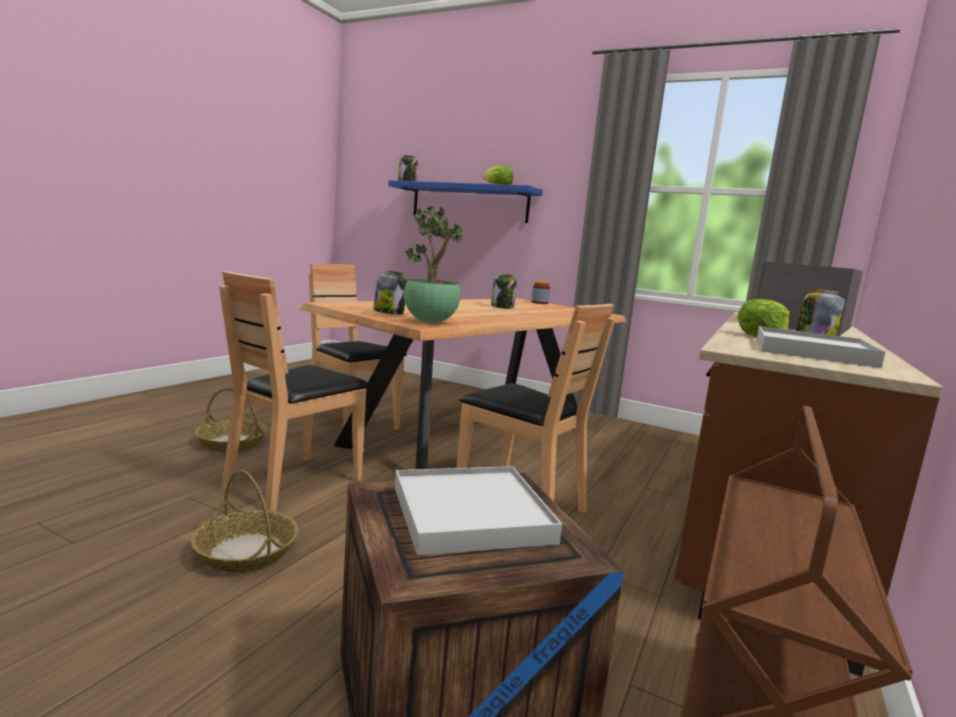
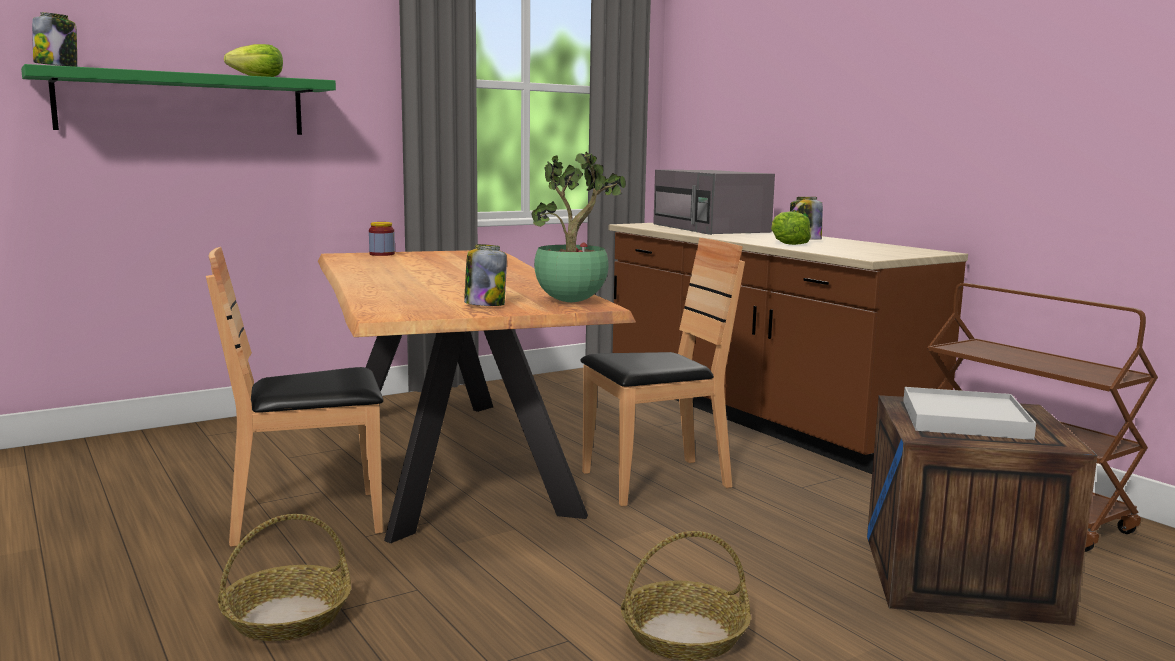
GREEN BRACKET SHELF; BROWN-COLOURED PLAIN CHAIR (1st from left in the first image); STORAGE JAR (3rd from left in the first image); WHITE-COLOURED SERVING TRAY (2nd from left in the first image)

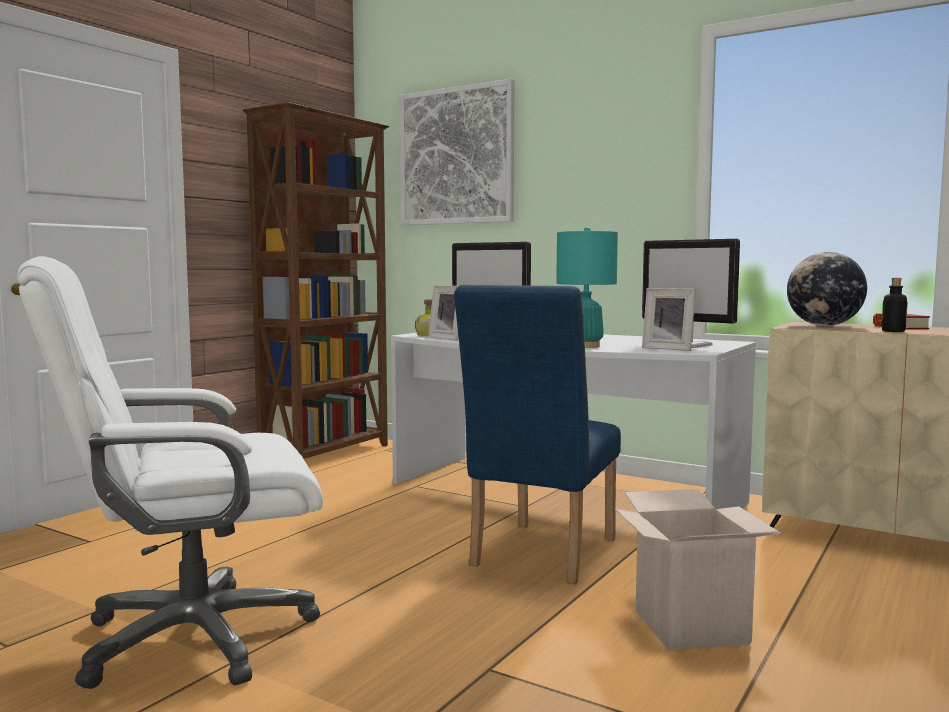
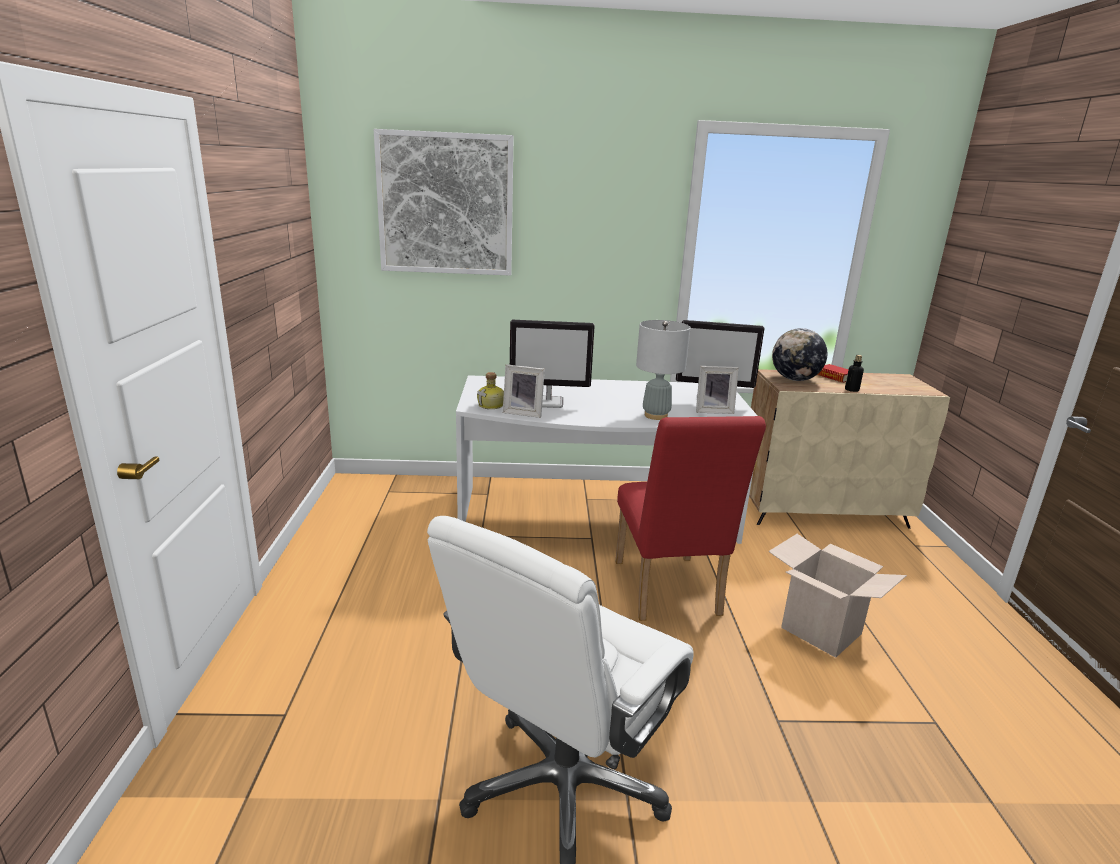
RED-COLOURED PLAIN CHAIR; GREY TABLETOP LAMP; BROWN-COLOURED SHELVING UNIT

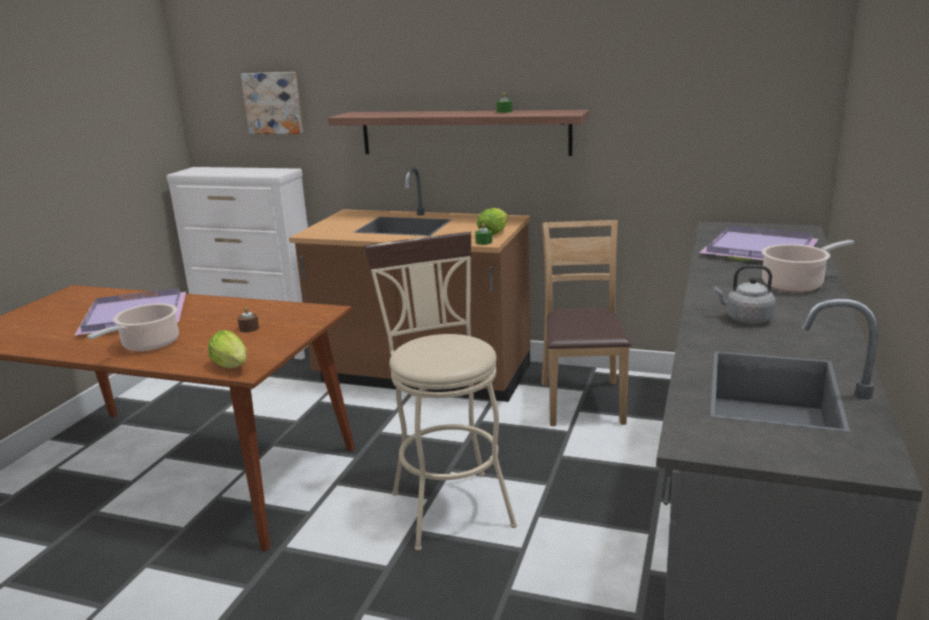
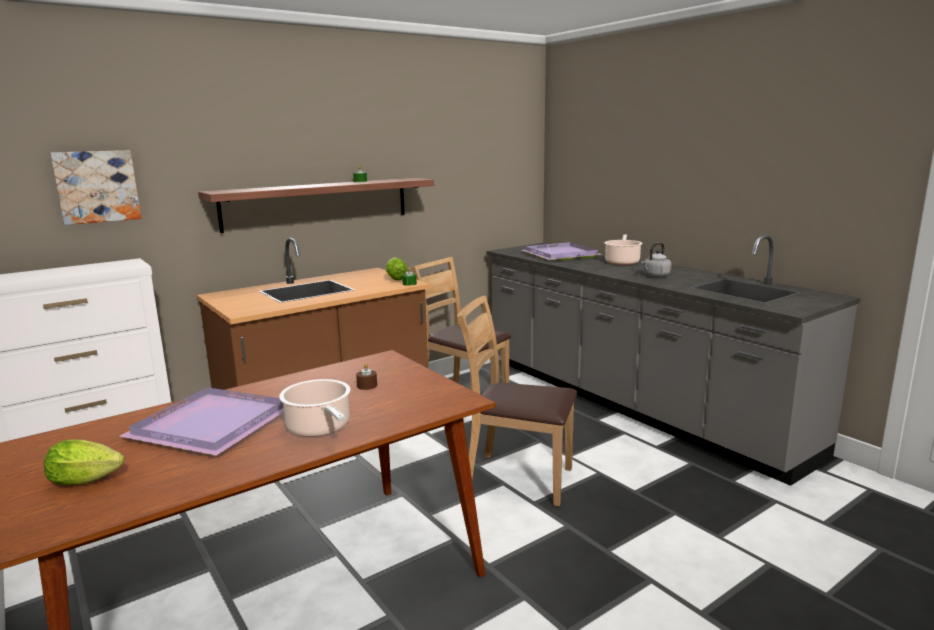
HEAD OF LETTUCE (1st from left); BROWN-COLOURED PLAIN CHAIR (2nd from left)

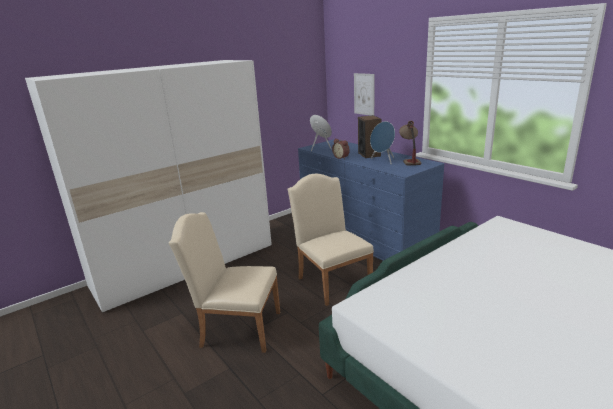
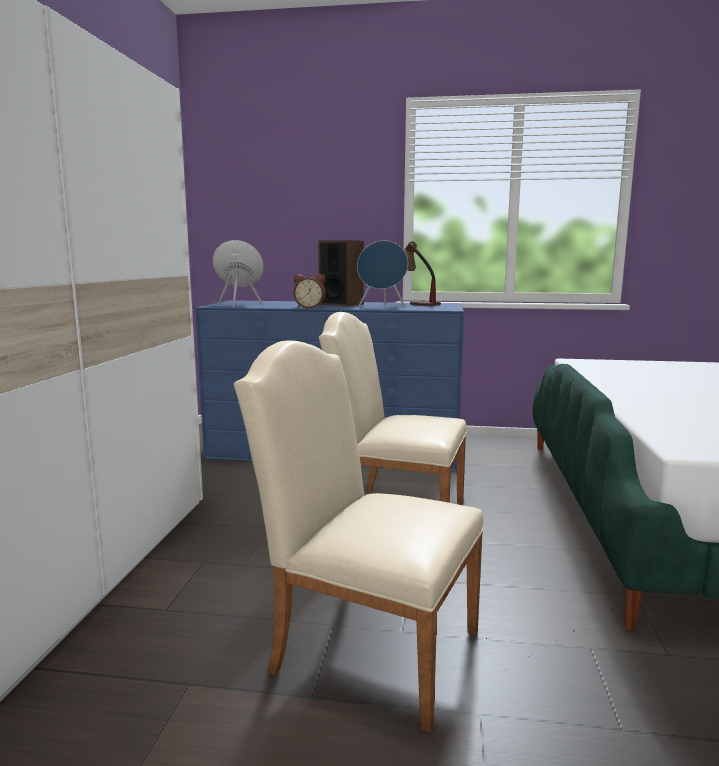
BEIGE PLAIN CHAIR (1st from left); PICTURE

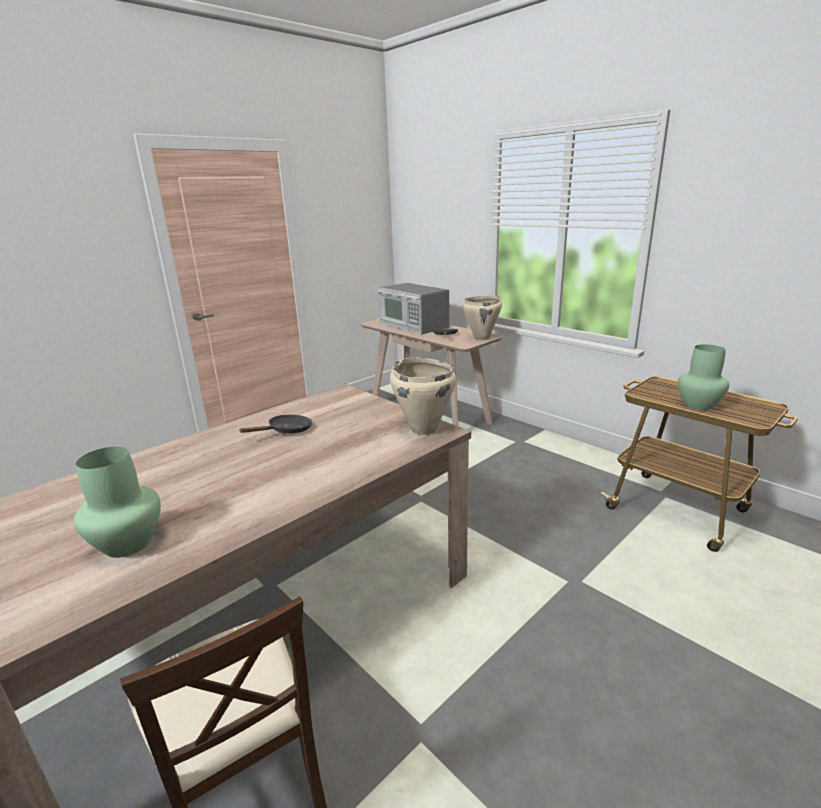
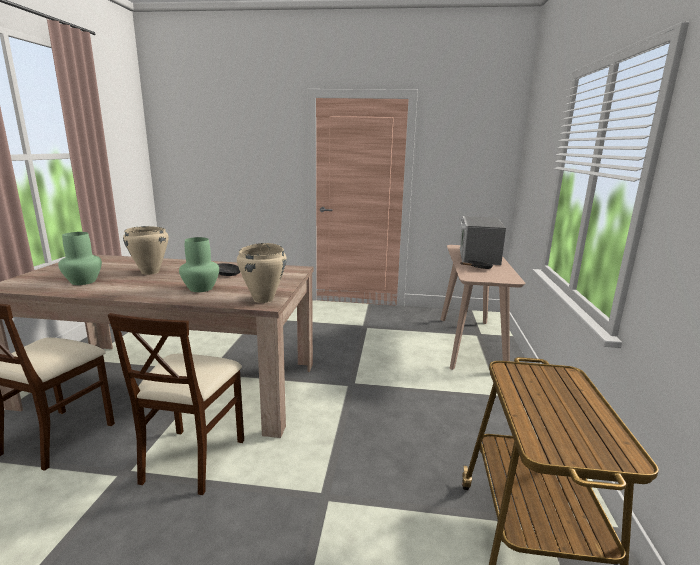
BEIGE PLAIN CHAIR (2nd from left); BEIGE COOKING POT (1st from left); GREEN FLOWER VASE (2nd from left)

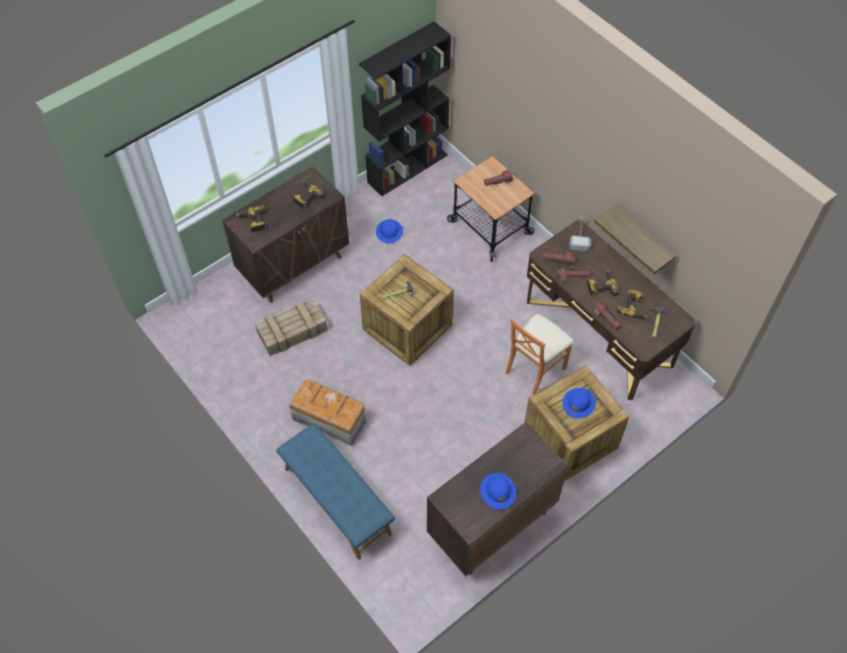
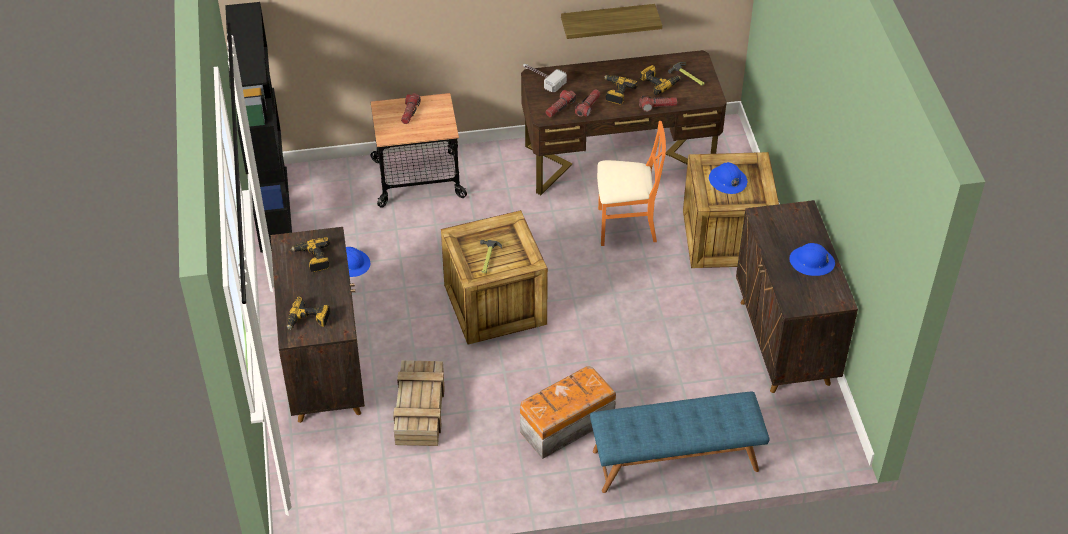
ORANGEY PLAIN CHAIR

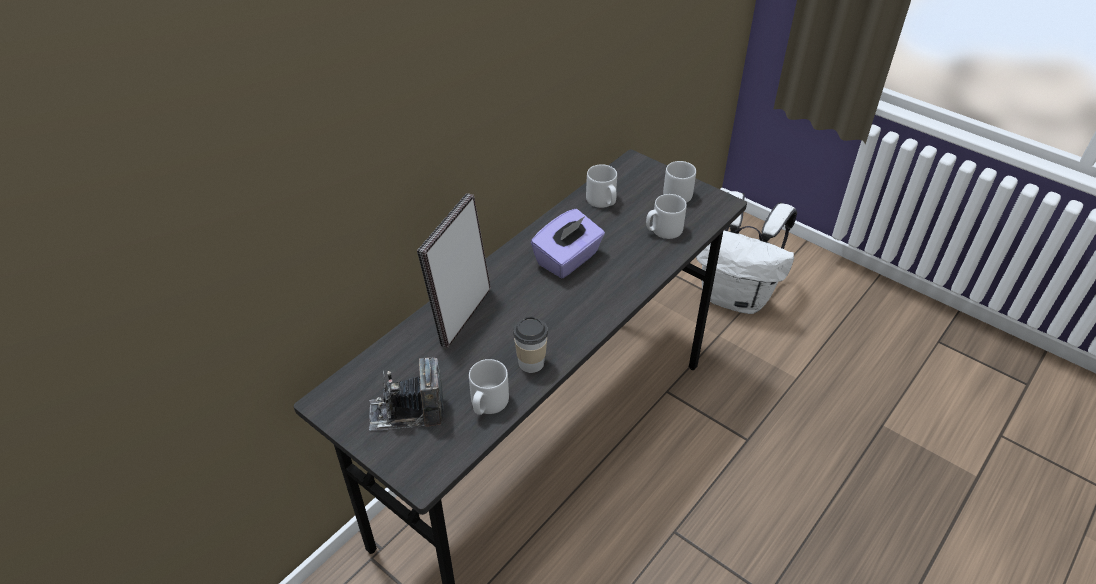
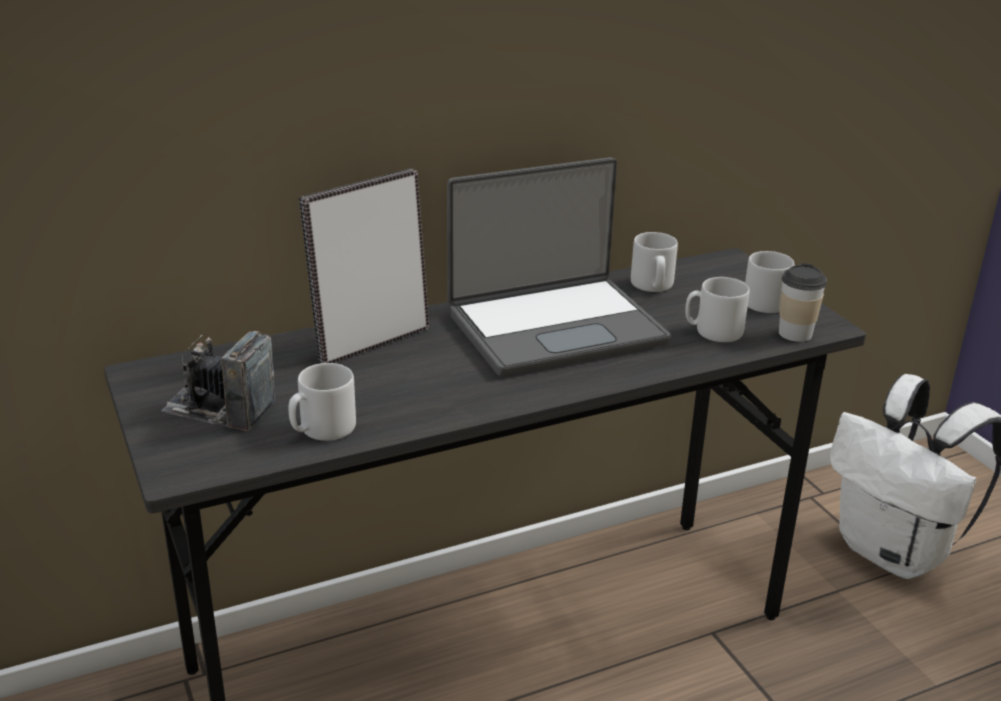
PORTABLE COMPUTER; CUP

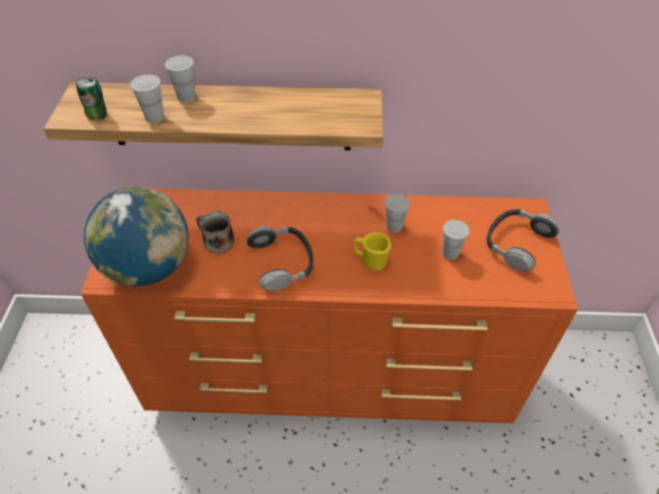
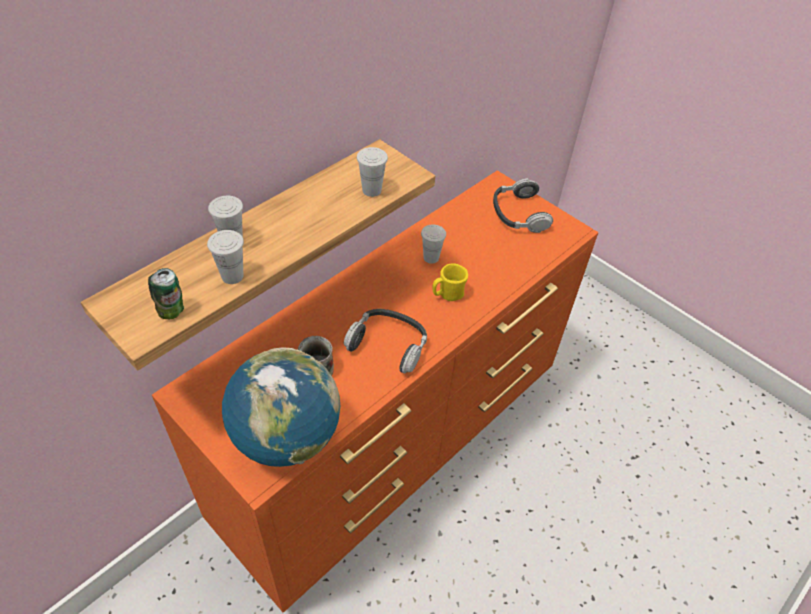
WHITE-COLOURED CUP (3rd from left)

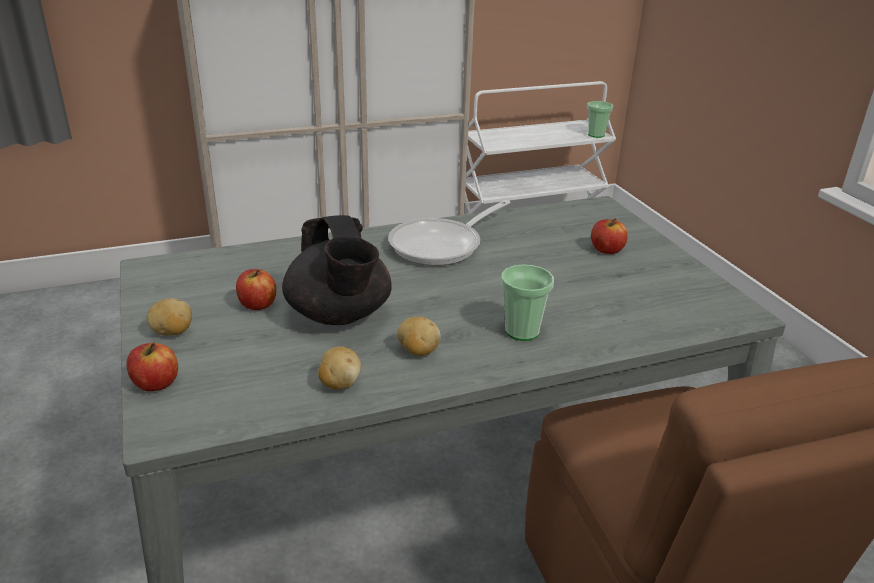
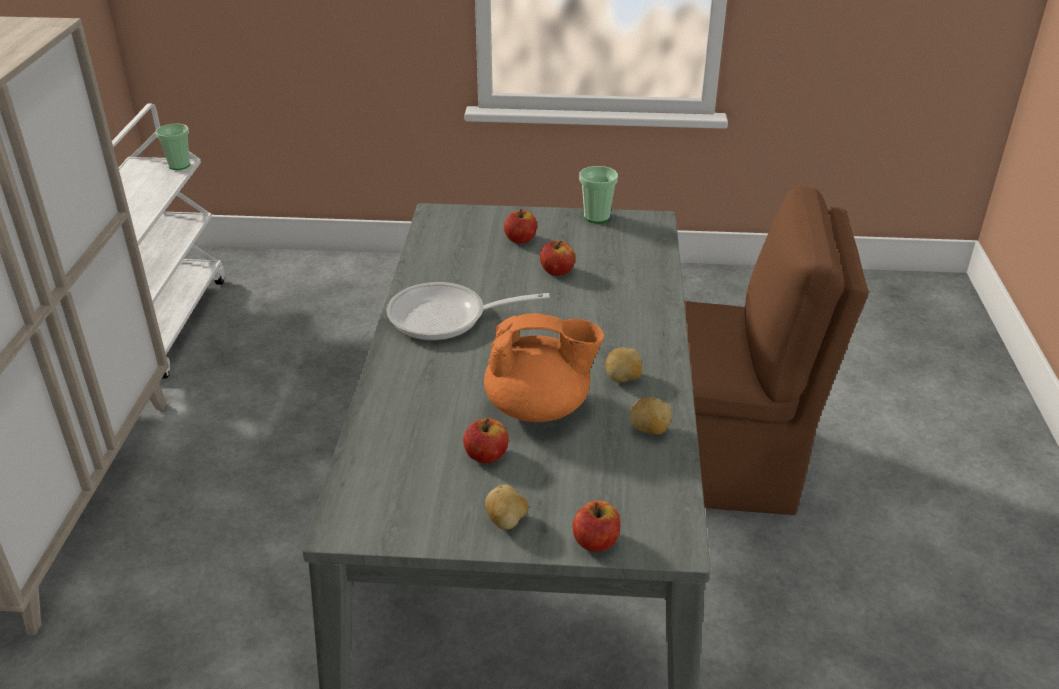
PAN; ORANGEY TEA POT; APPLE FRUIT (3rd from left); CUP (2nd from left)

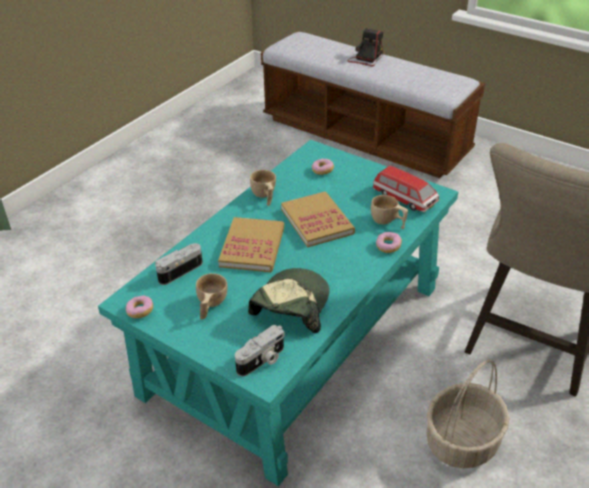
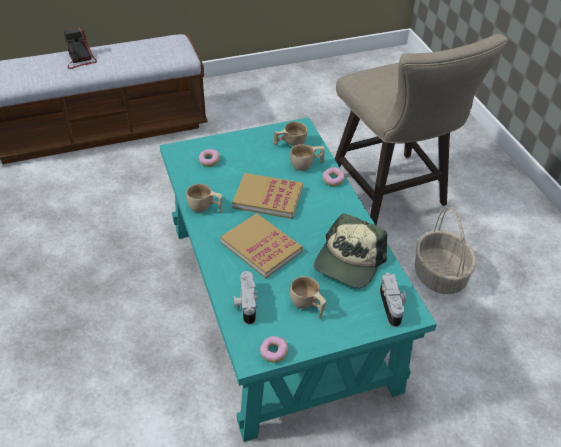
BEIGE CUP (2nd from left); BASEBALL CAP

